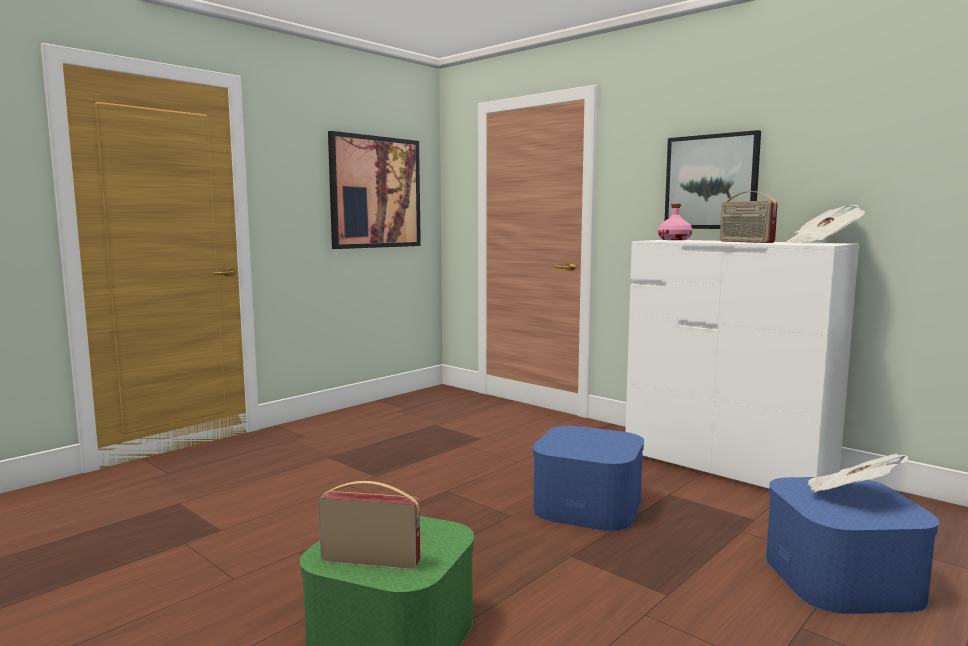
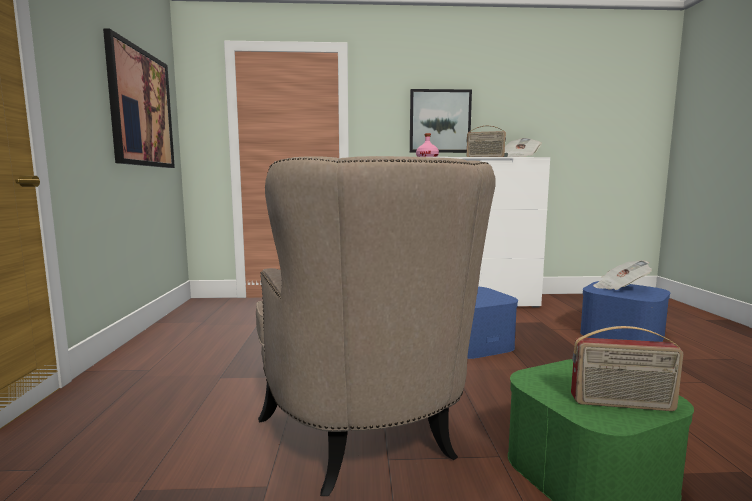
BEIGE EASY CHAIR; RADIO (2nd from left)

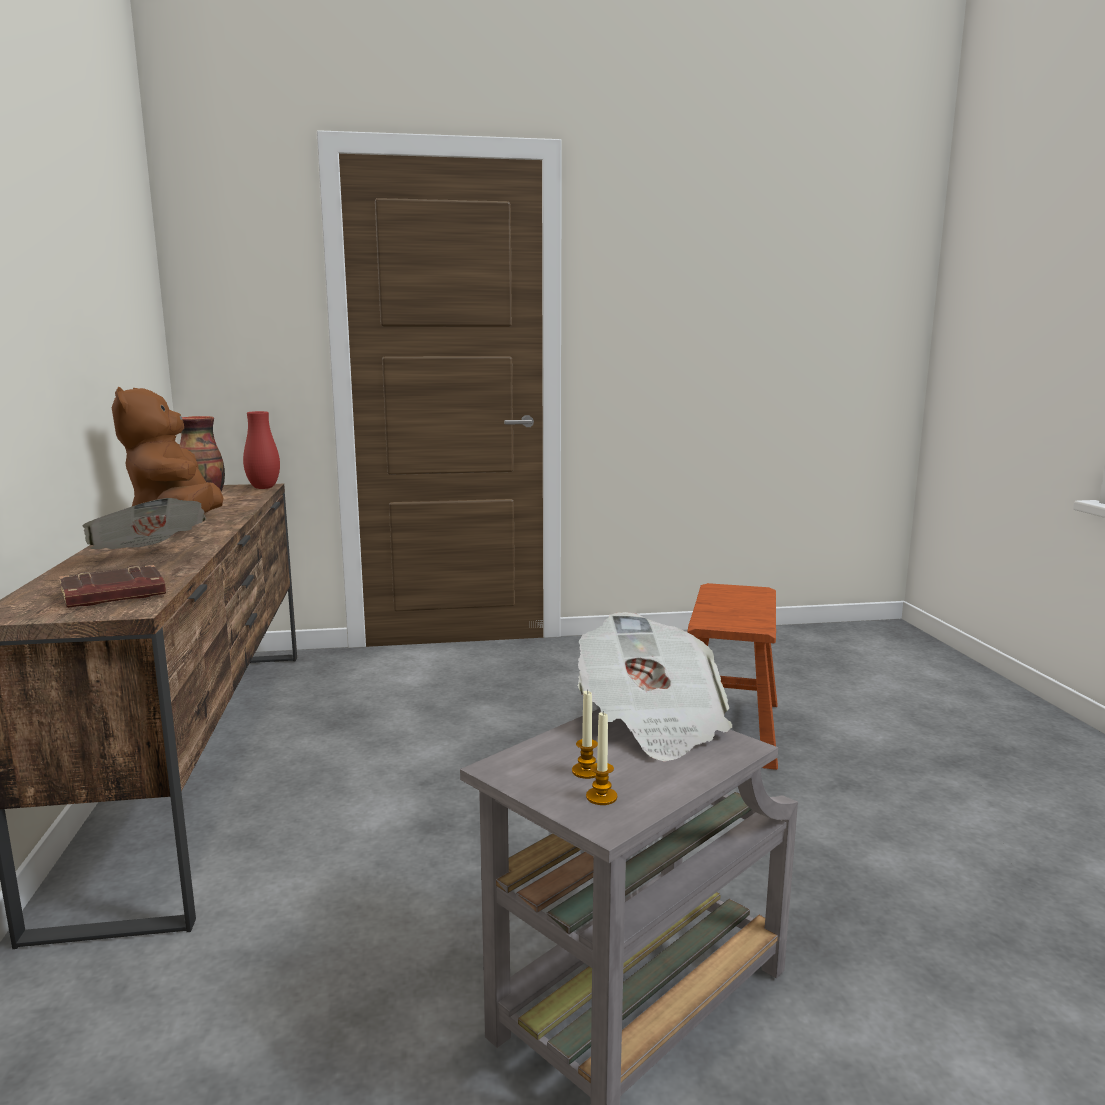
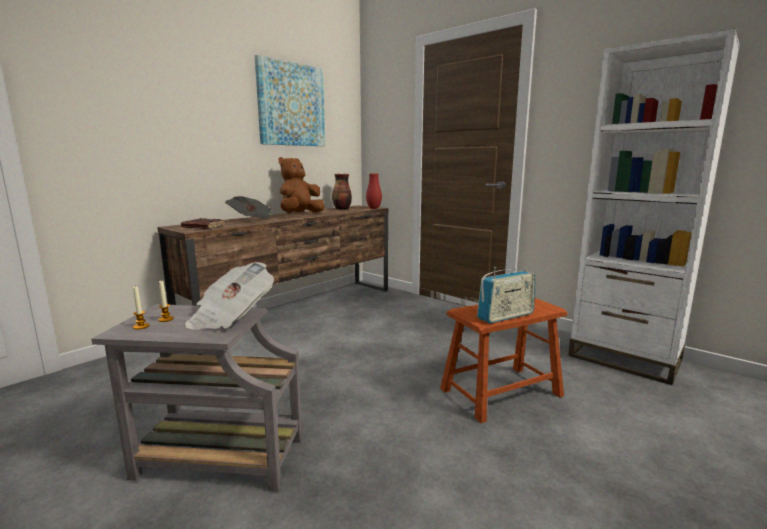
PICTURE; RADIO; WHITE-COLOURED SHELVING UNIT

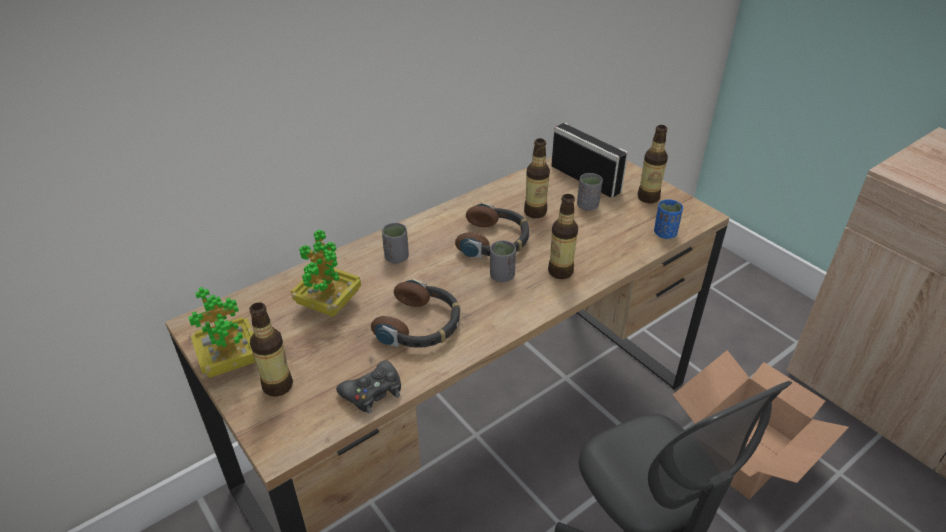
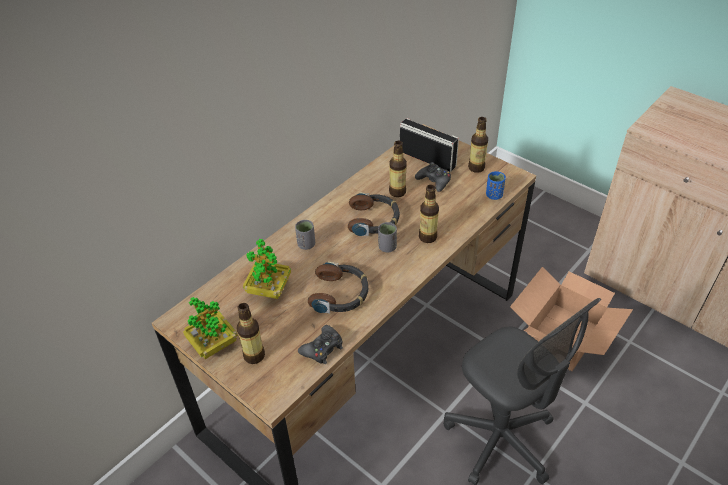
BLACK GAME CONTROLLER (2nd from left)

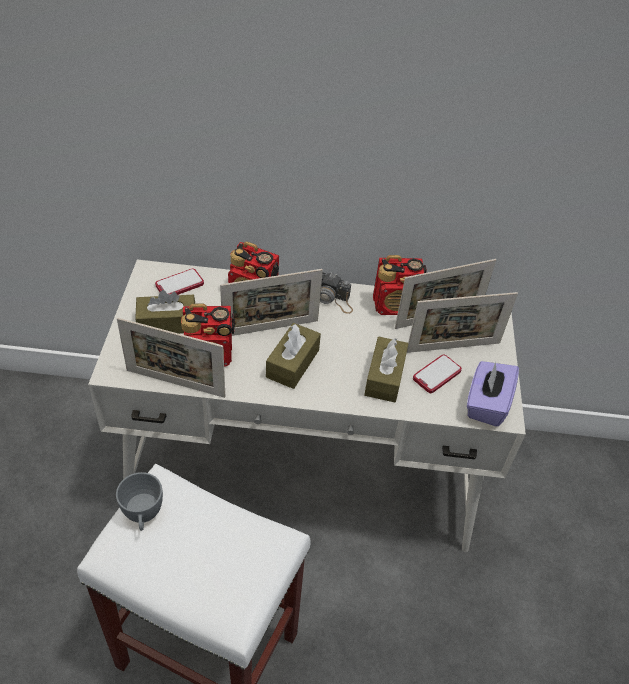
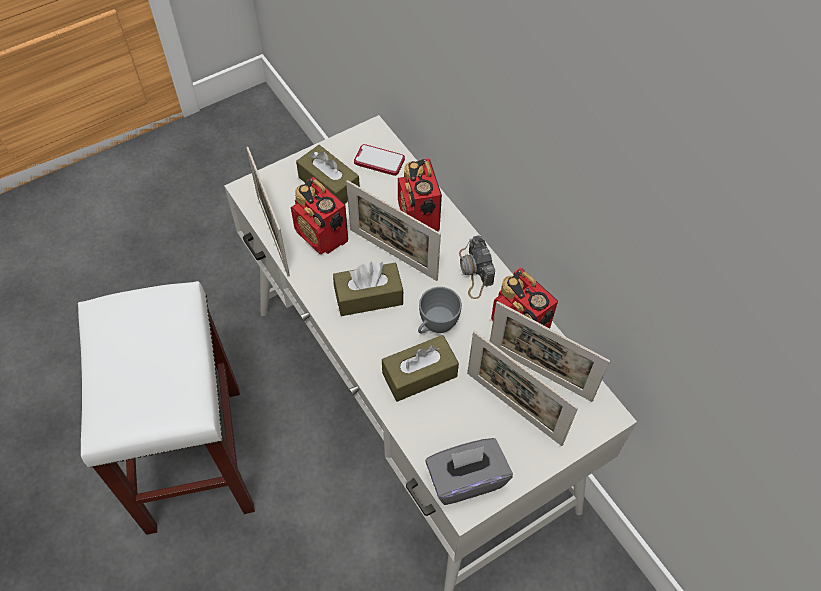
GREY CUP; GREY TISSUE BOX; HANDSET (2nd from left in the first image)

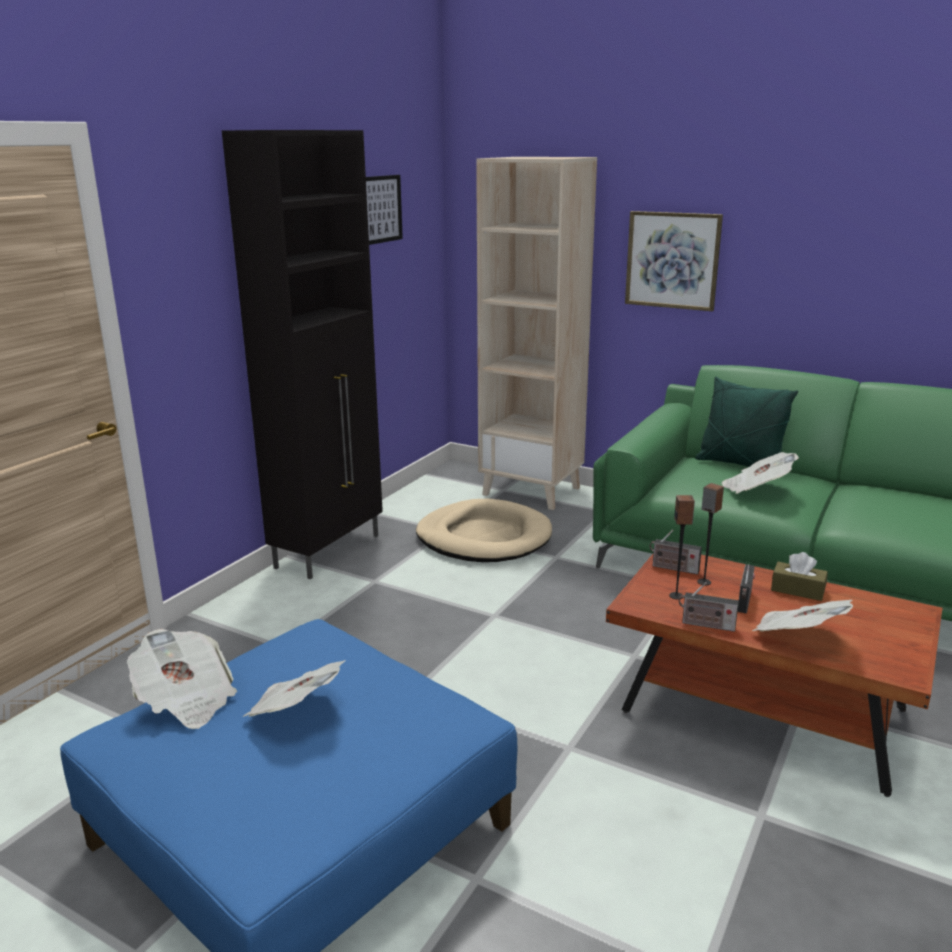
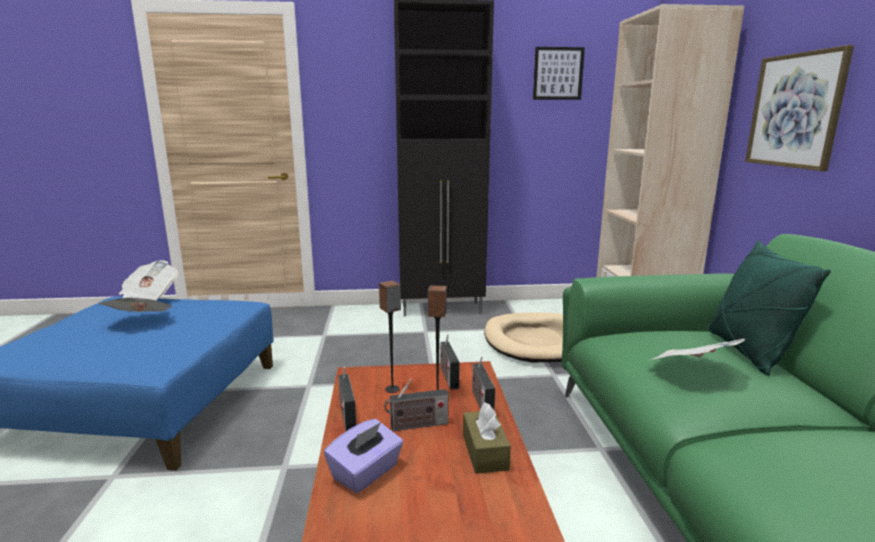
PURPLISH TISSUE BOX; RADIO (4th from left)

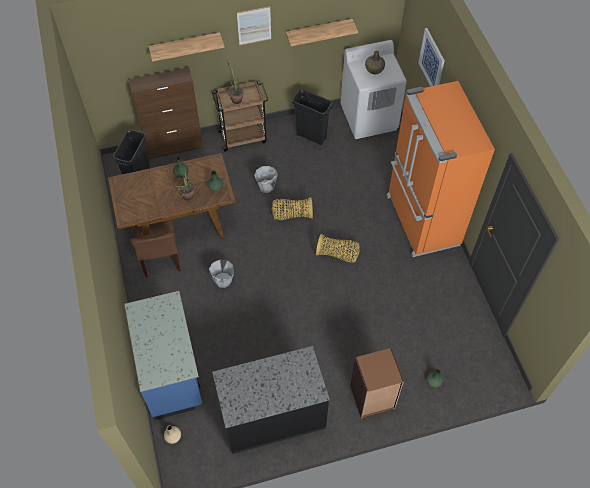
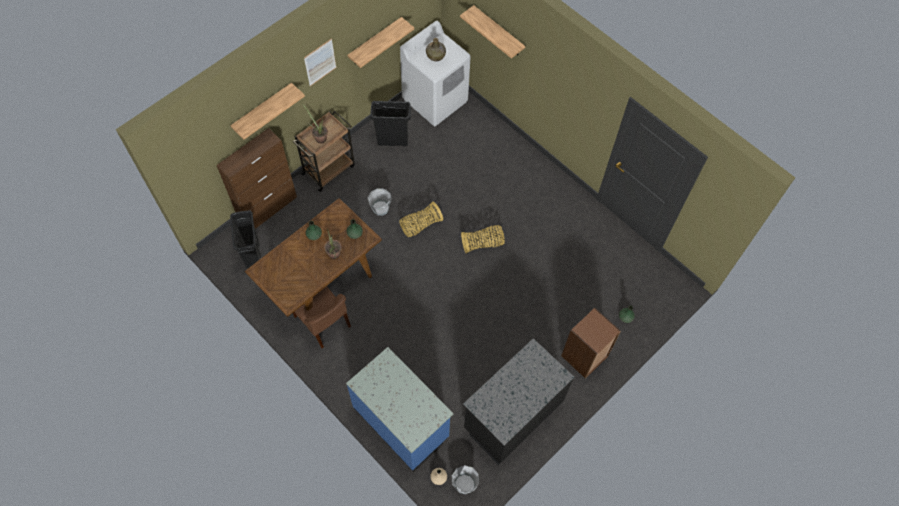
GREY WATER BUCKET (2nd from left); BRACKET SHELF (3rd from left); ORANGEY REFRIGERATOR

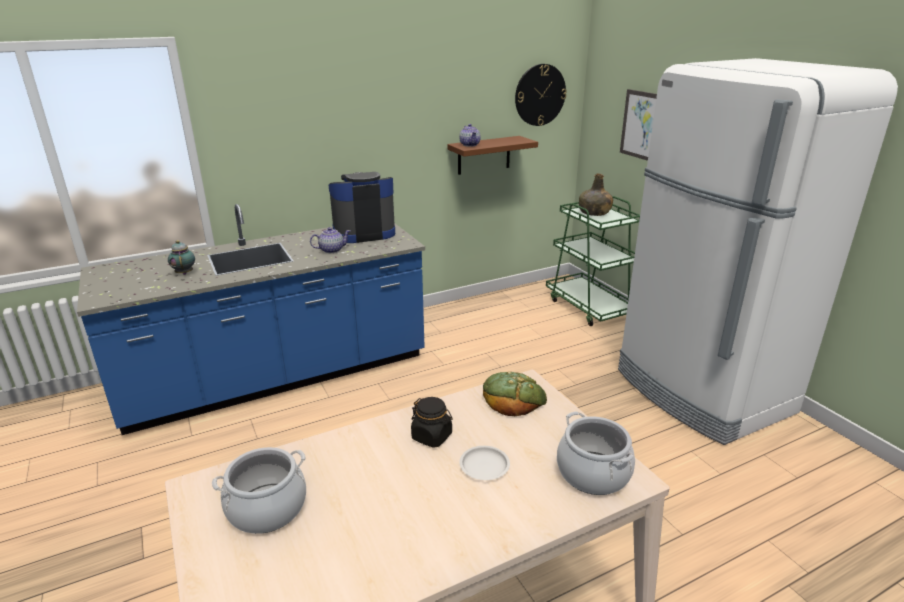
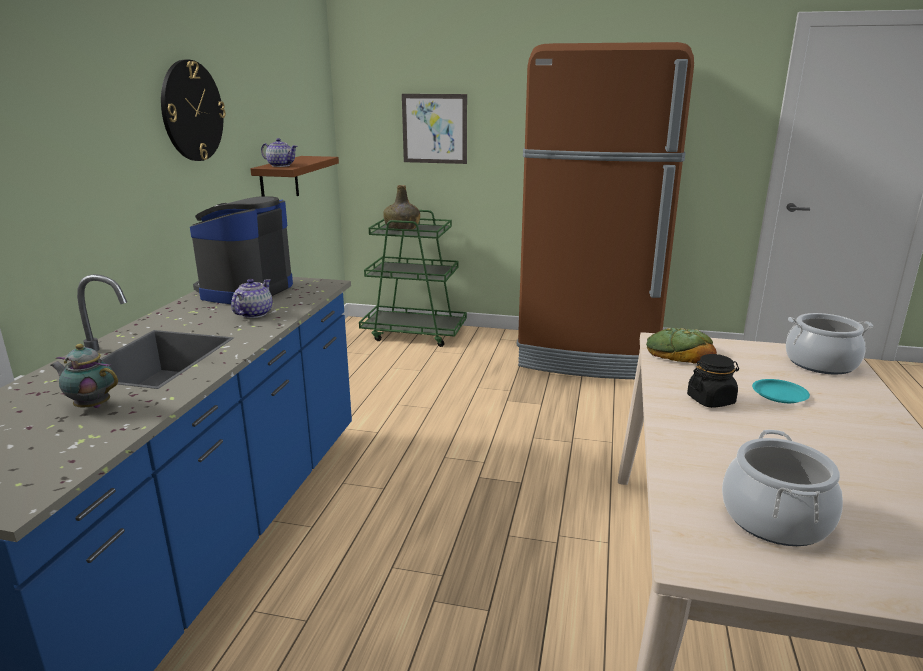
HANGING CLOCK; BROWN-COLOURED REFRIGERATOR; TURQUOISE DINNER PLATE

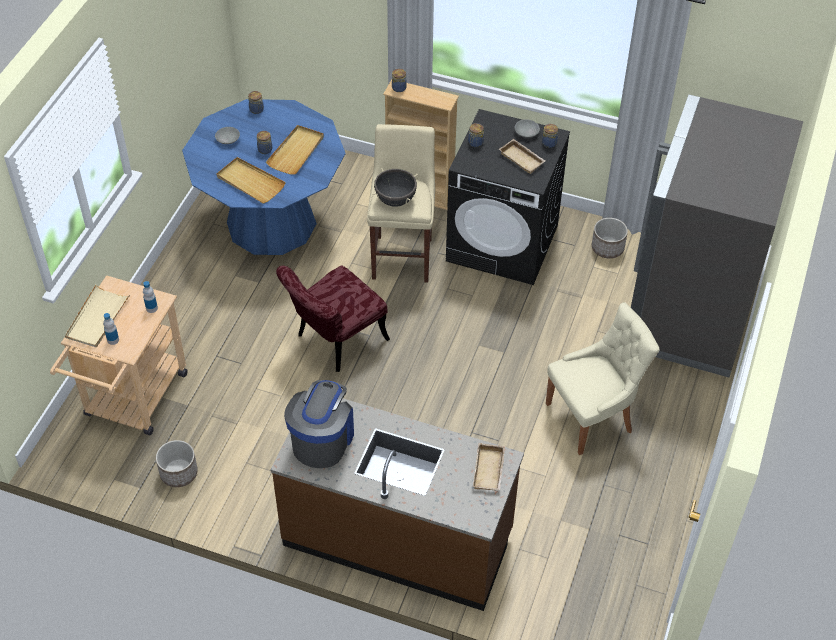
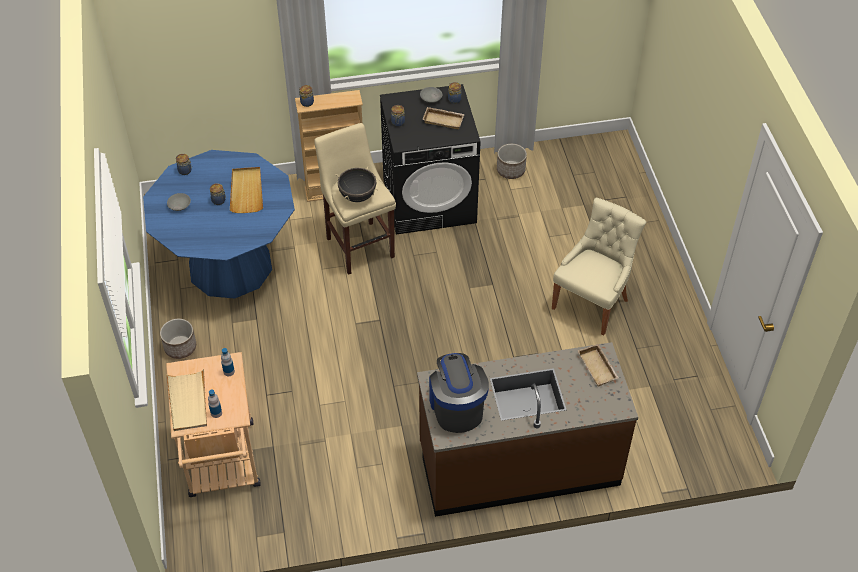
FLOWER POT (1st from left); BEIGE SERVING TRAY (2nd from left in the first image); RED-COLOURED PLAIN CHAIR; GREY REFRIGERATOR

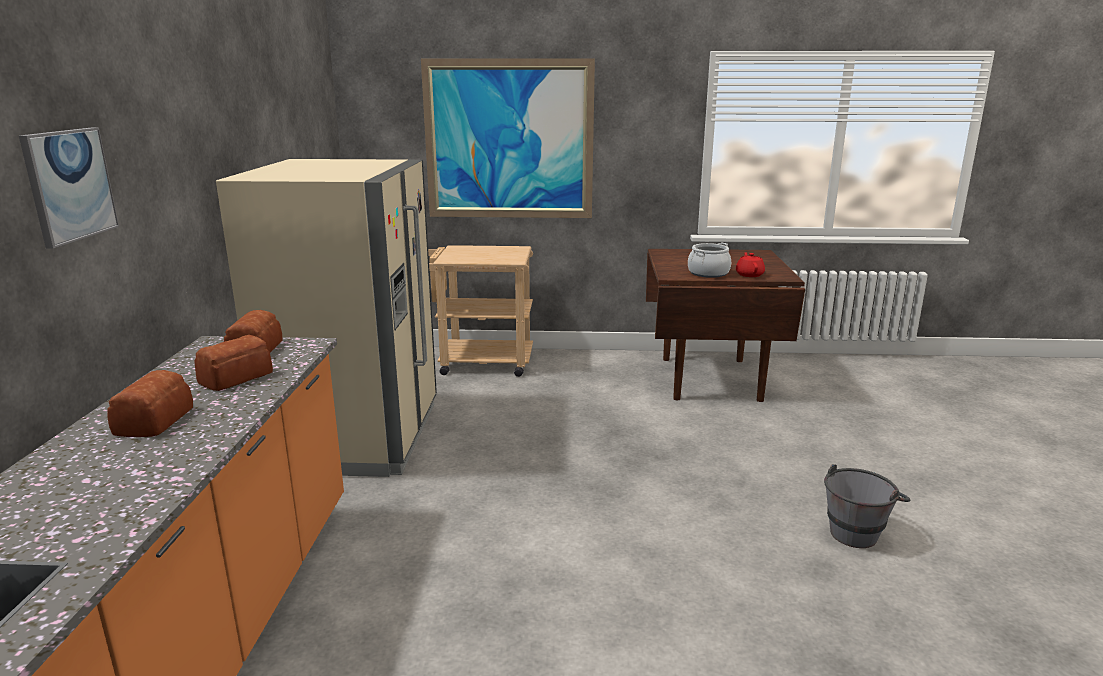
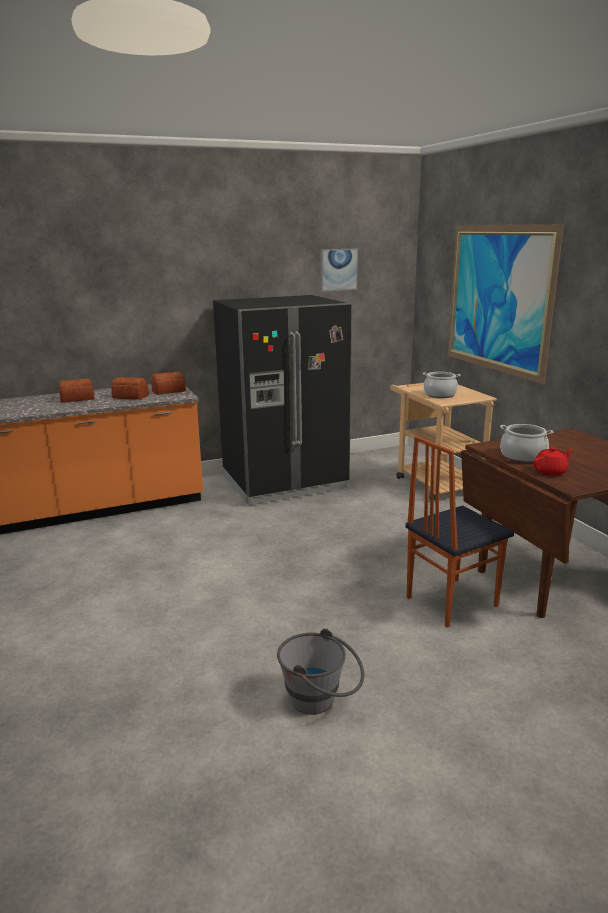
BLACK REFRIGERATOR; PICTURE (1st from left); PLAIN CHAIR; COOKING POT (1st from left)

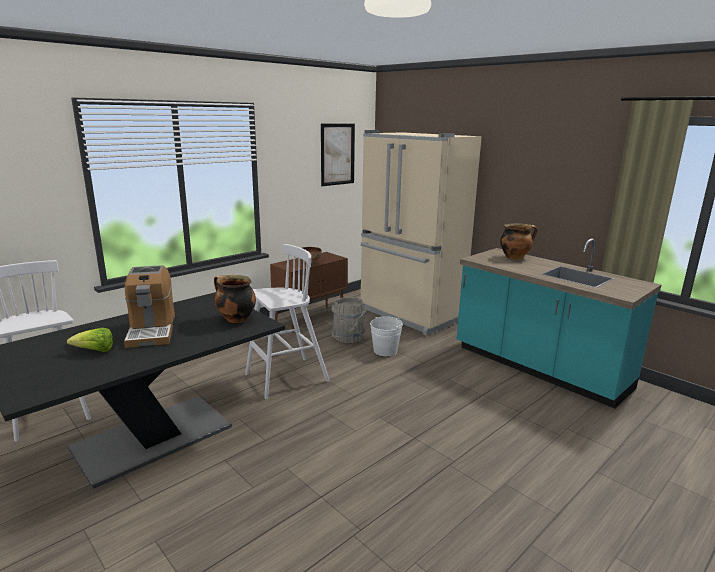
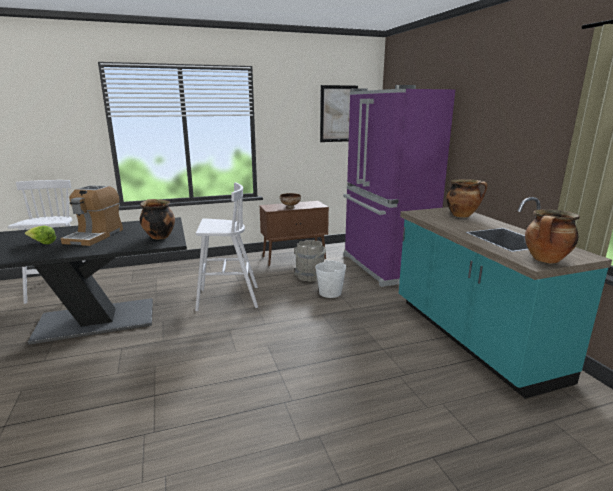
PURPLISH REFRIGERATOR; COOKING POT (3rd from left)

